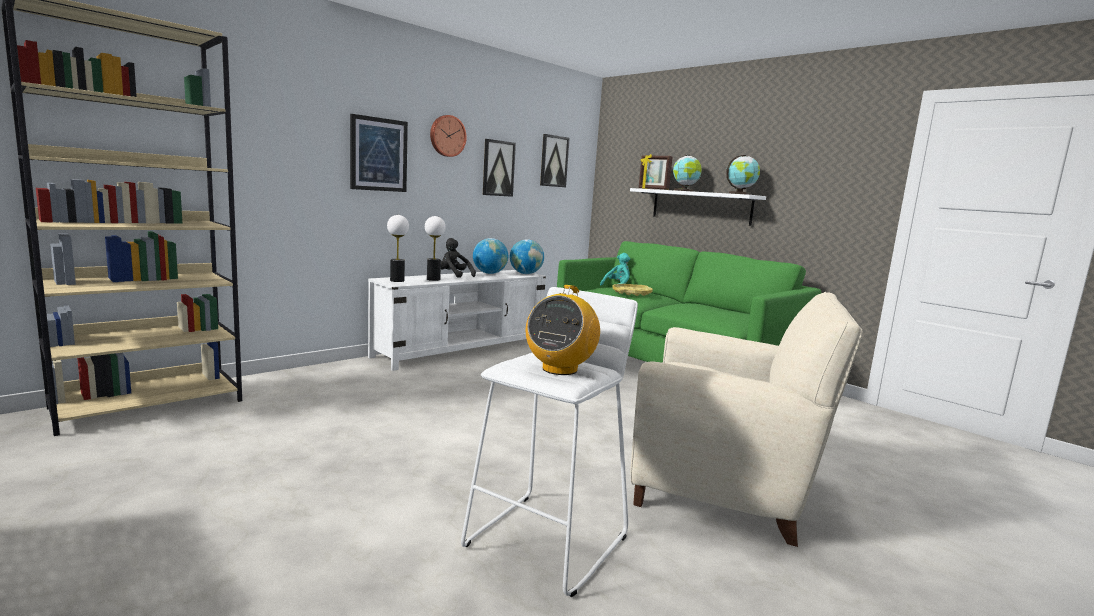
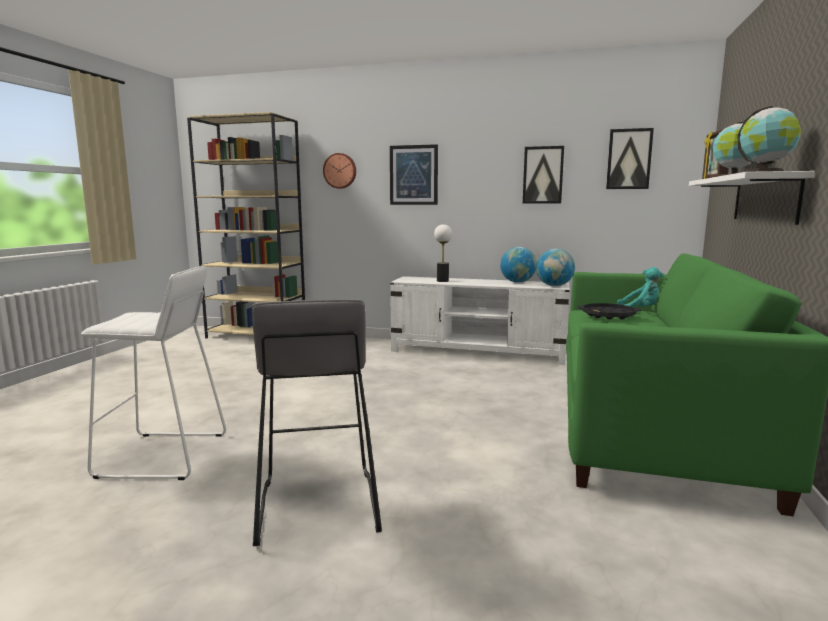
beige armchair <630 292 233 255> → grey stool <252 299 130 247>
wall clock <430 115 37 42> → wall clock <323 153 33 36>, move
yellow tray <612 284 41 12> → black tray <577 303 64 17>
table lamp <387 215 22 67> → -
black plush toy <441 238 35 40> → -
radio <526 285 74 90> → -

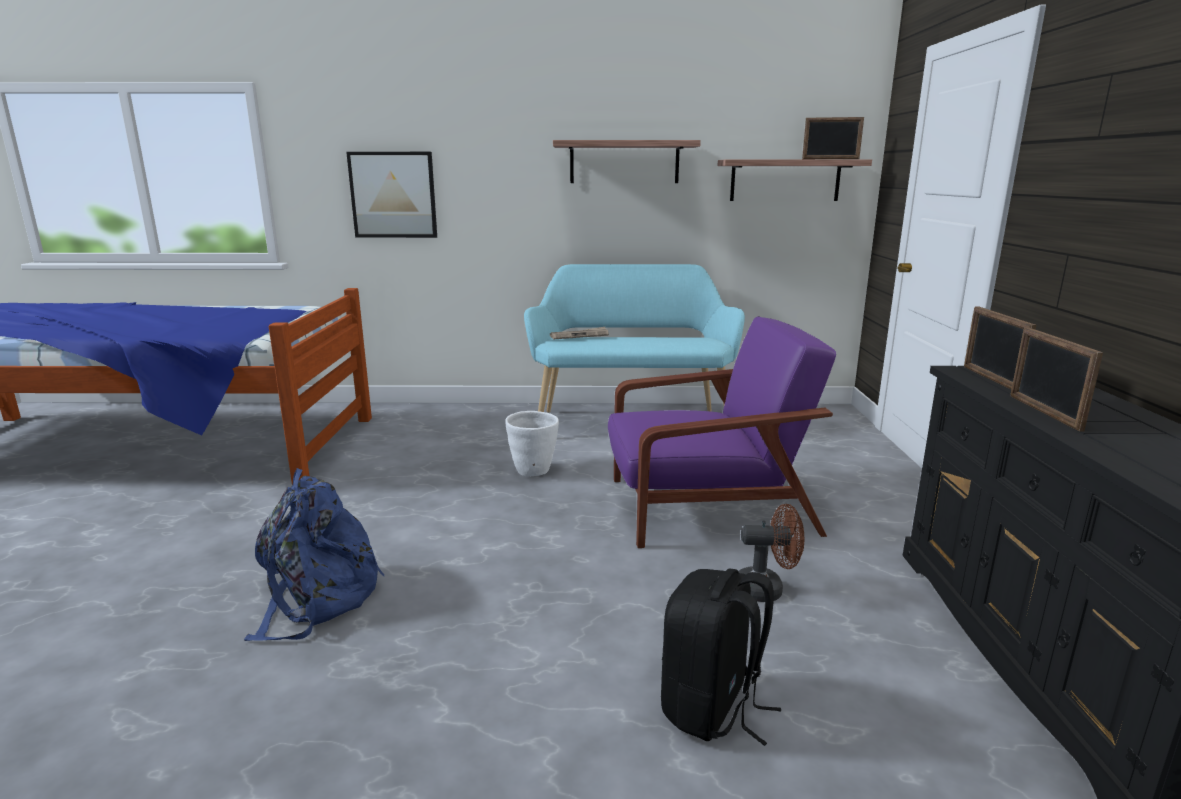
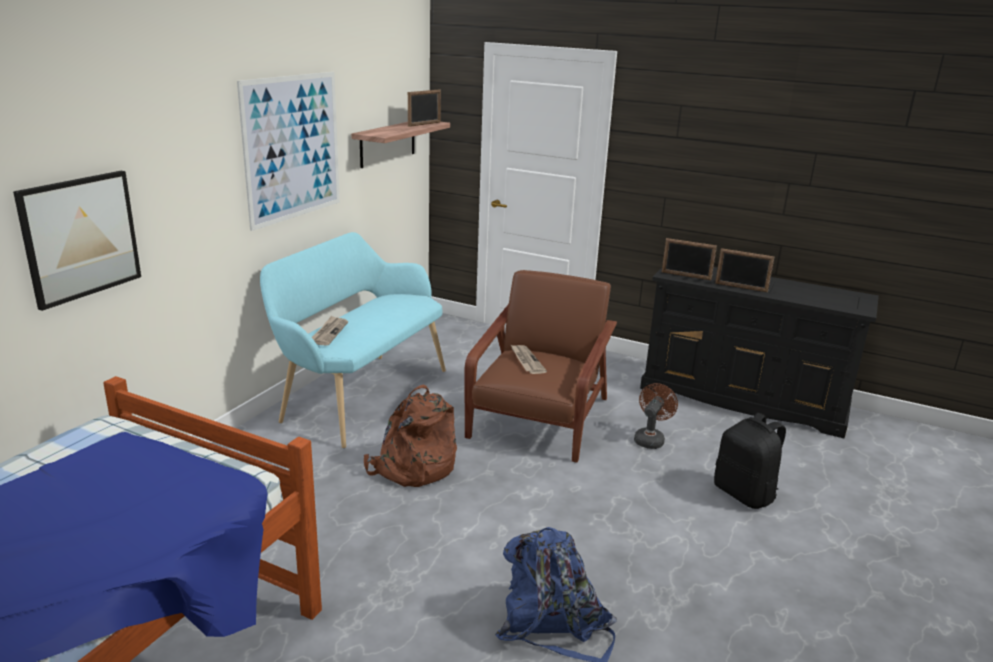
shelf <553 140 148 43> → picture <237 72 103 159>
white planter <505 411 54 65> → brown backpack <364 385 93 102>
purple armchair <608 316 228 232> → brown armchair <465 270 152 192>
- → newspaper <511 345 36 29>

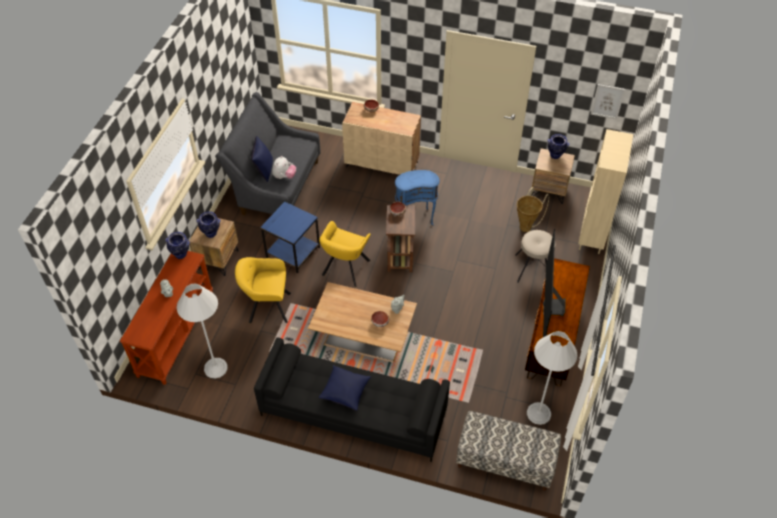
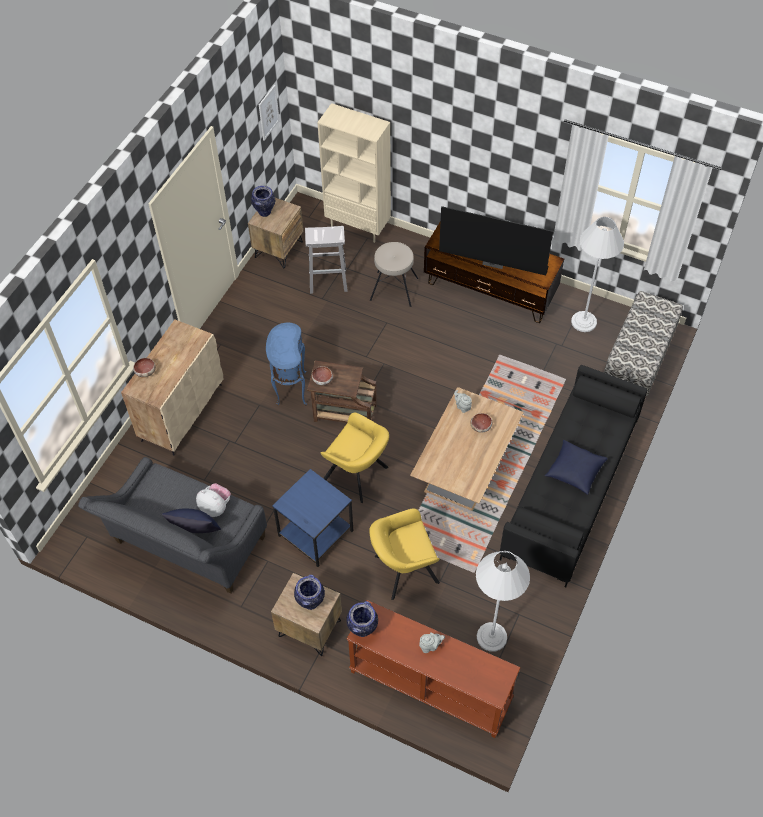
basket <517 187 32 45> → white stool <305 226 43 68>
yellow armchair <235 257 56 66> → yellow armchair <369 509 71 91>, 60 degrees clockwise

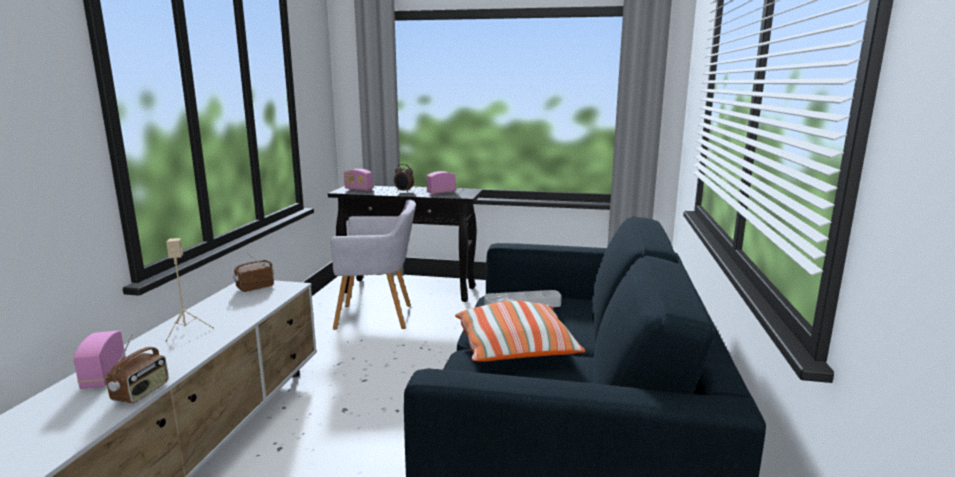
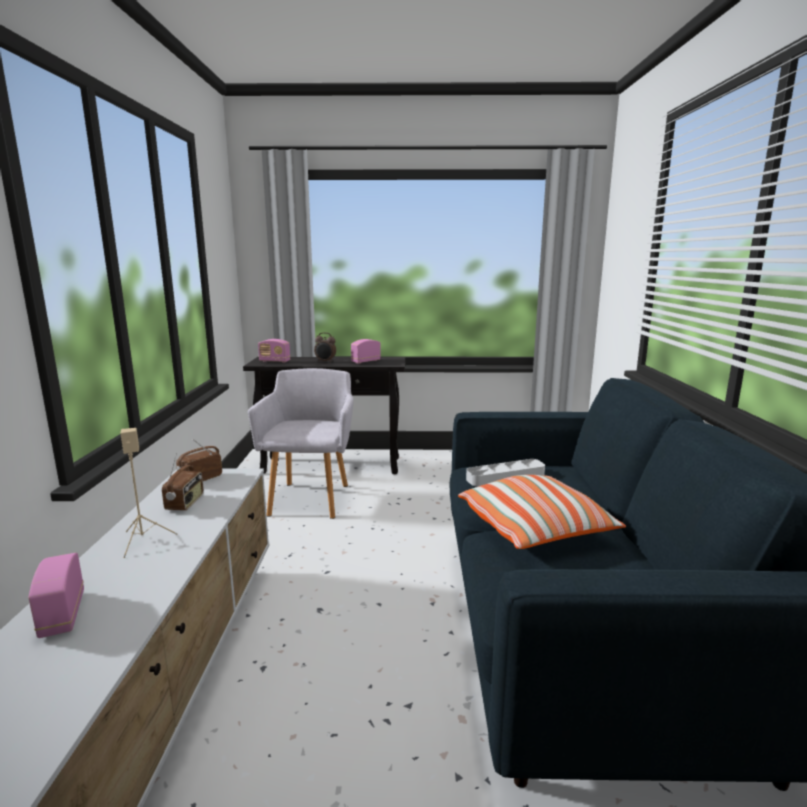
radio <106 334 62 69> → radio <162 453 42 58>, move
grey armchair <331 200 85 130> → grey armchair <248 368 105 151>, 75 degrees counterclockwise

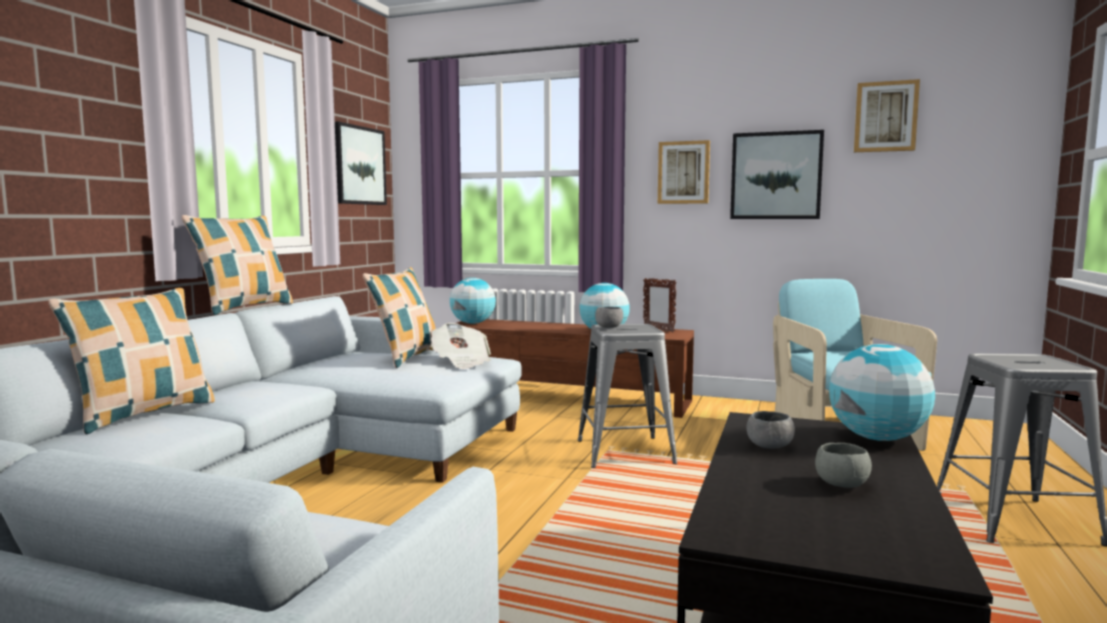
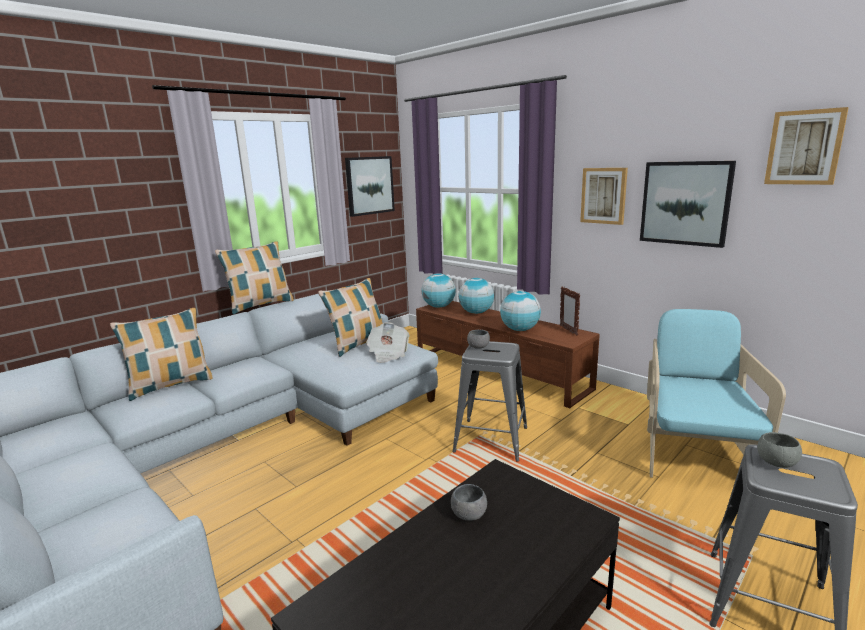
globe <829 344 106 97> → globe <458 278 36 36>, move
grey bowl <815 443 57 45> → grey bowl <757 432 45 36>, move

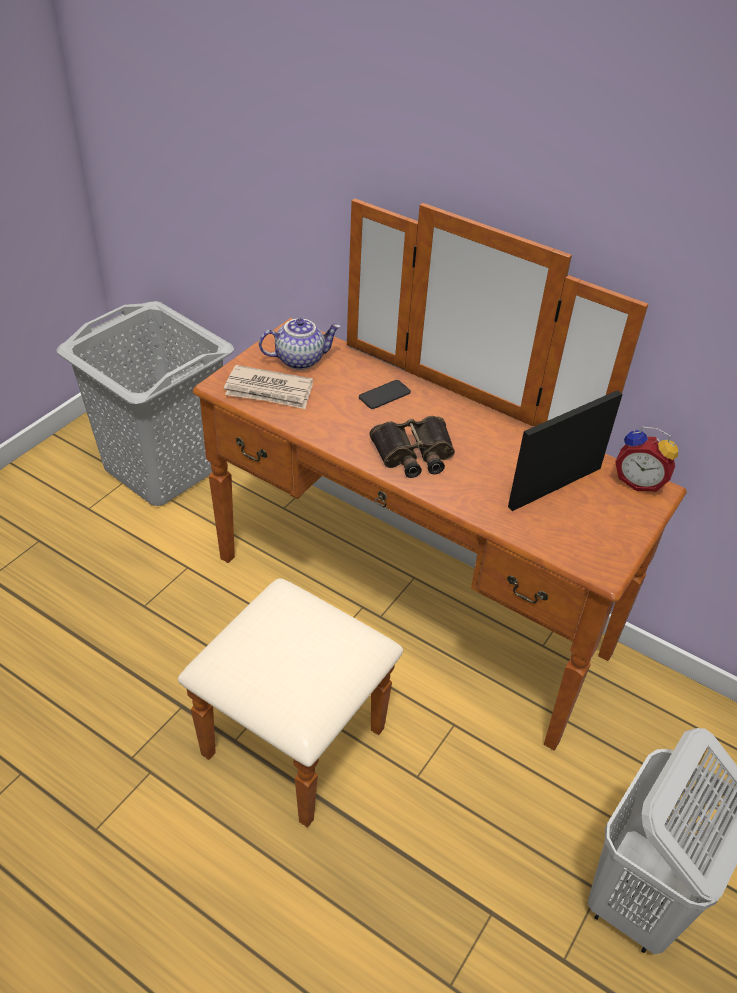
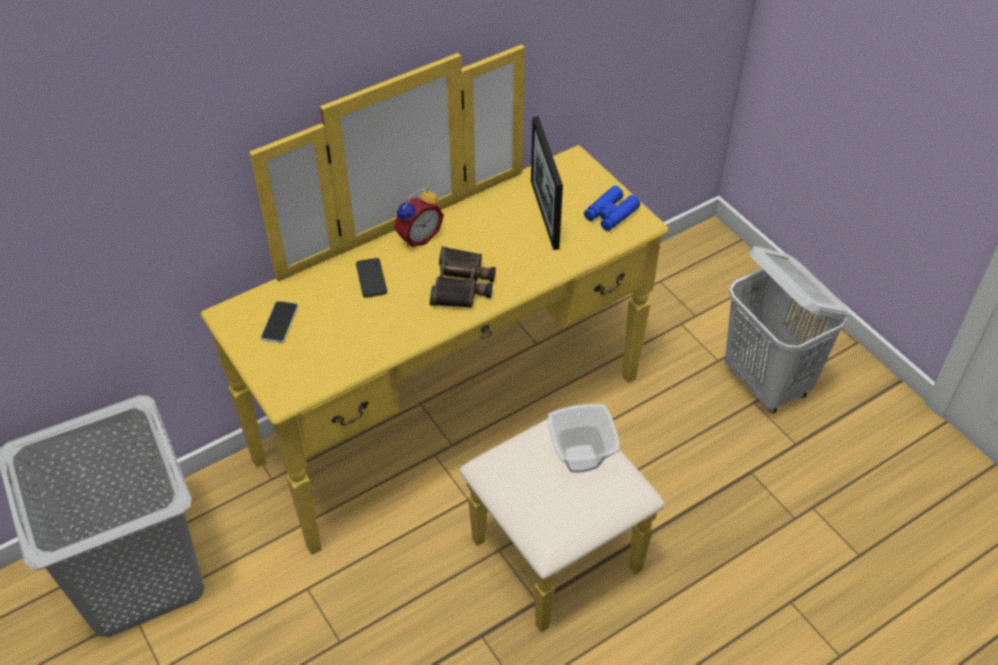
brown dresser <178 199 509 629> → yellow dresser <200 44 468 588>
teapot <259 318 82 52> → phone <261 301 37 42>
alarm clock <615 427 63 64> → alarm clock <394 188 50 59>, move
- → bowl <548 404 71 69>
- → blue binoculars <584 186 56 45>
newspaper <224 365 89 44> → -

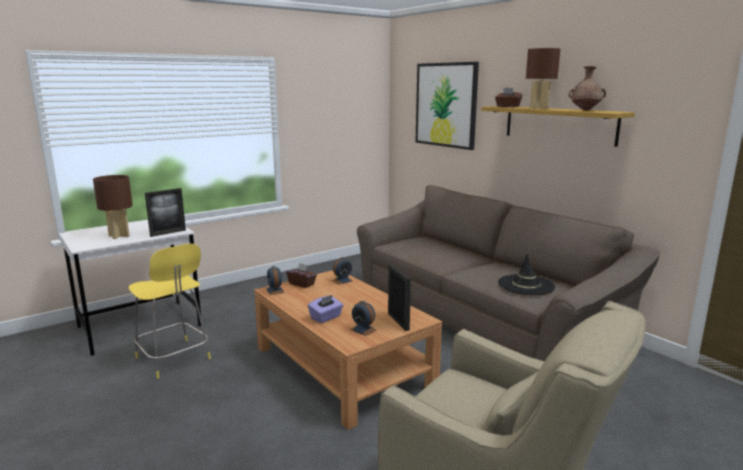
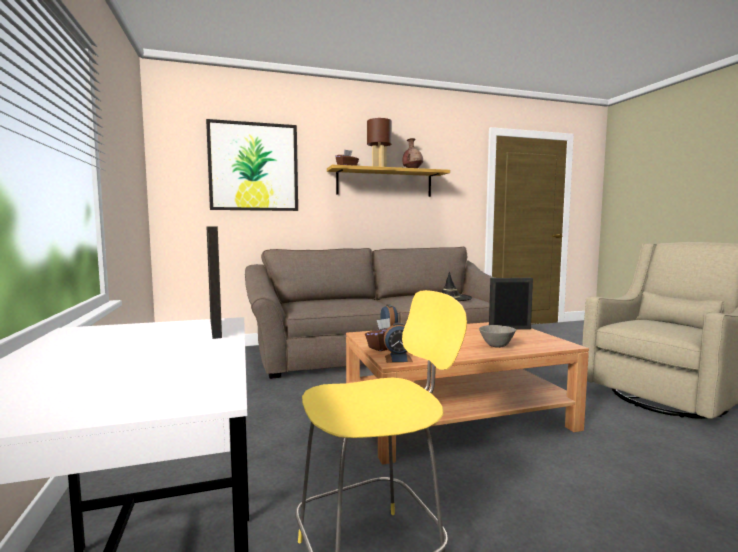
purple tissue box <308 295 35 28> → grey bowl <479 325 37 23>
brown table lamp <93 175 40 64> → -
alarm clock <350 301 27 35> → -

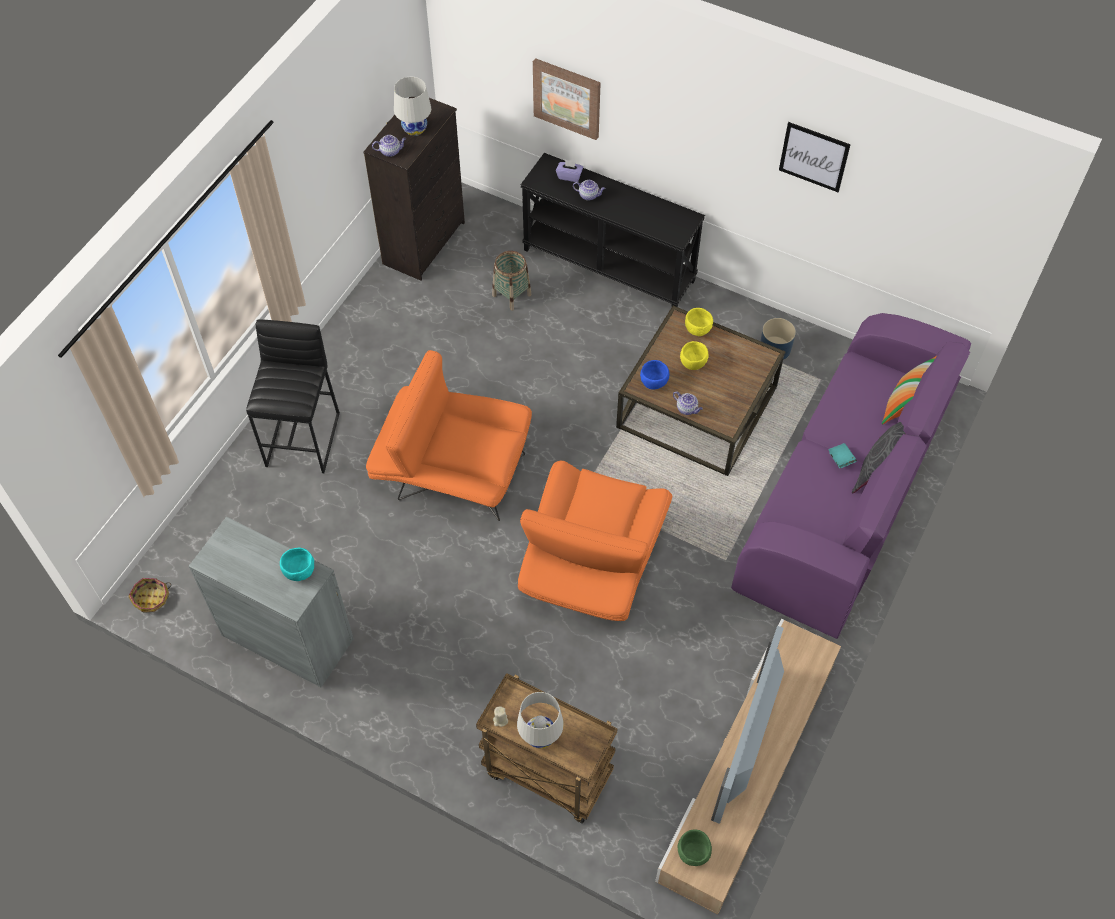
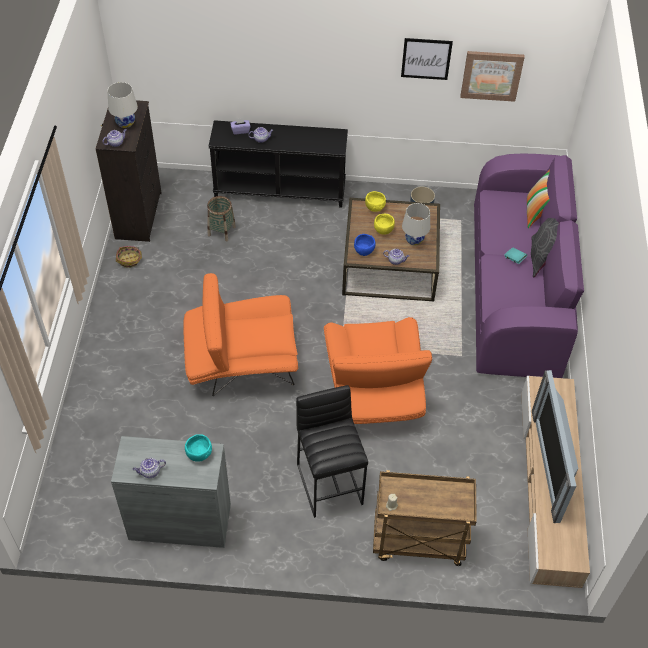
basket <129 578 42 35> → basket <116 246 26 22>, move
- → teapot <133 458 33 20>
black stool <246 319 94 154> → black stool <296 385 72 133>, move
white table lamp <517 692 47 56> → white table lamp <402 203 28 42>, move
picture <533 58 68 82> → picture <461 51 64 51>, move
green bowl <678 830 34 36> → -

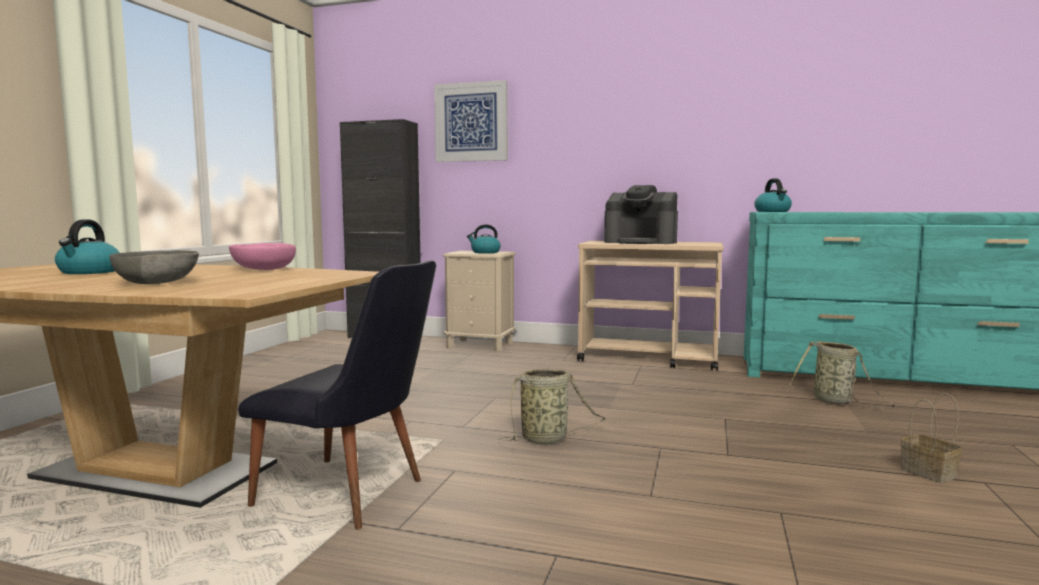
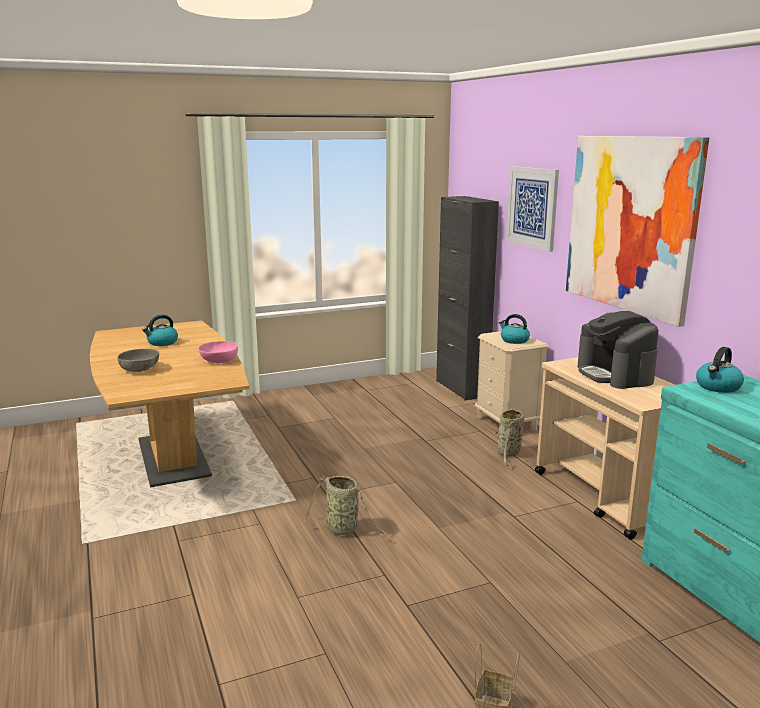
basket <789 341 106 67> → basket <494 408 30 59>, move
- → picture <566 136 143 191>
black chair <238 260 198 269> → -

